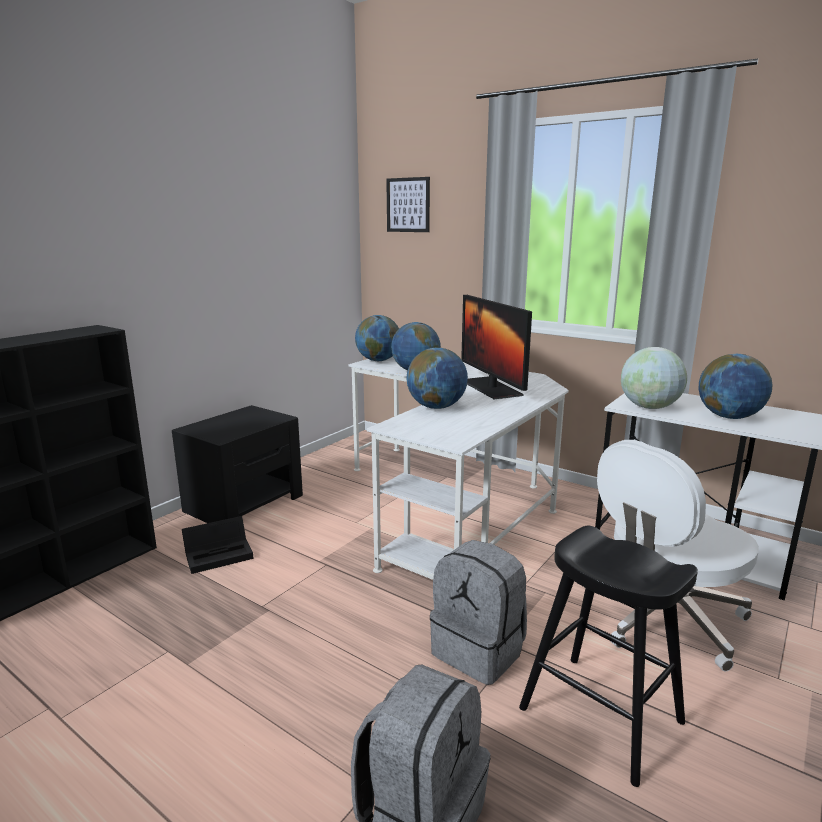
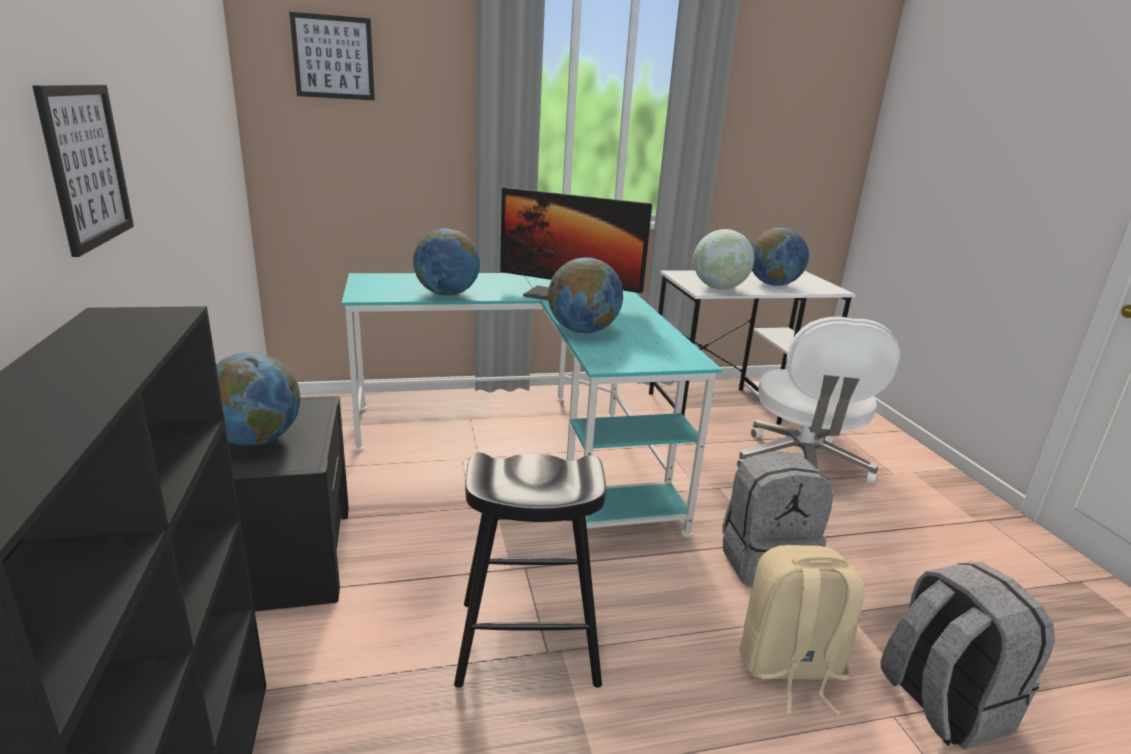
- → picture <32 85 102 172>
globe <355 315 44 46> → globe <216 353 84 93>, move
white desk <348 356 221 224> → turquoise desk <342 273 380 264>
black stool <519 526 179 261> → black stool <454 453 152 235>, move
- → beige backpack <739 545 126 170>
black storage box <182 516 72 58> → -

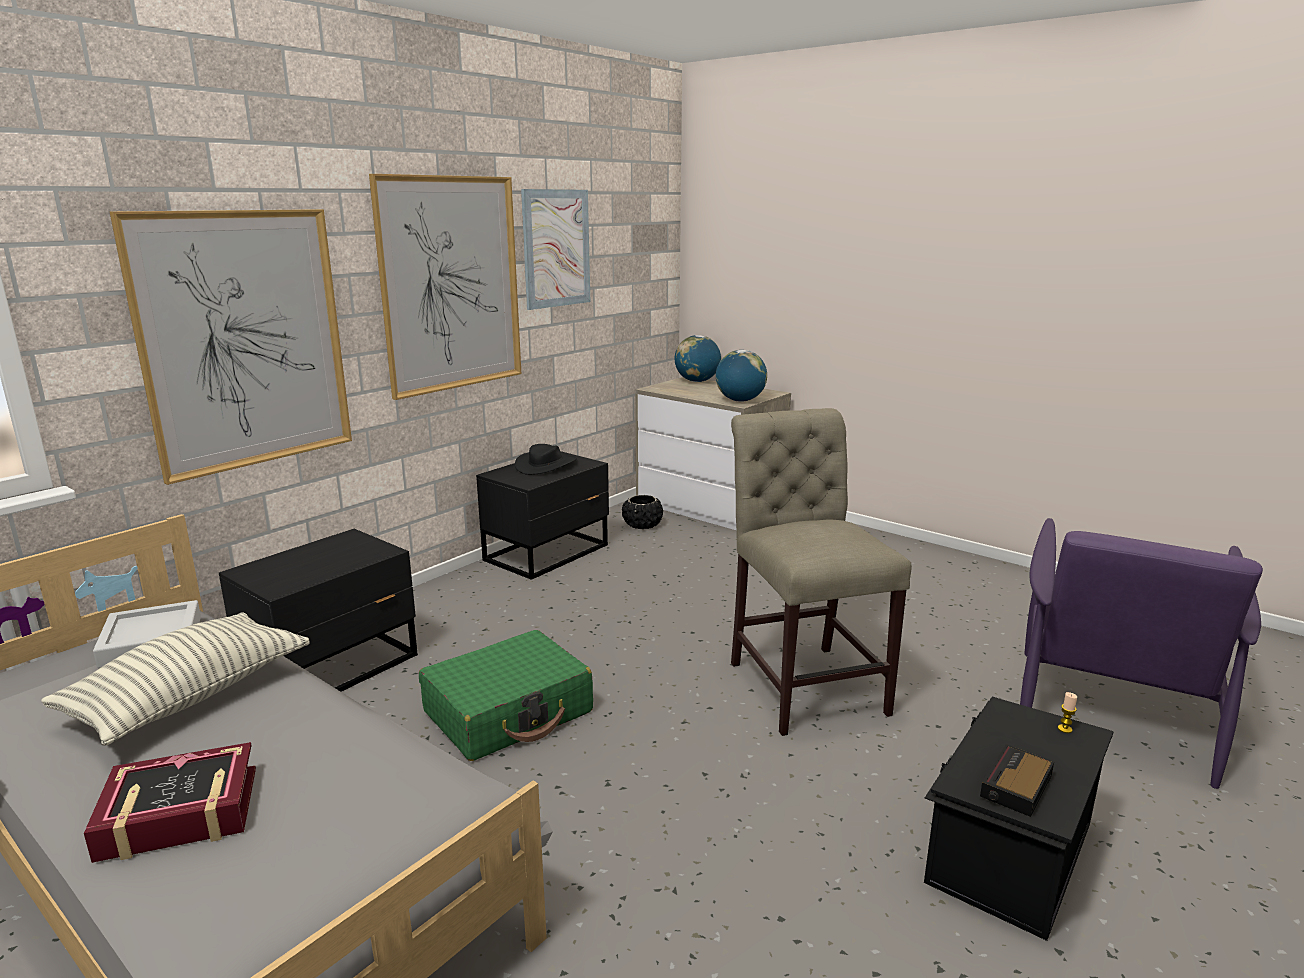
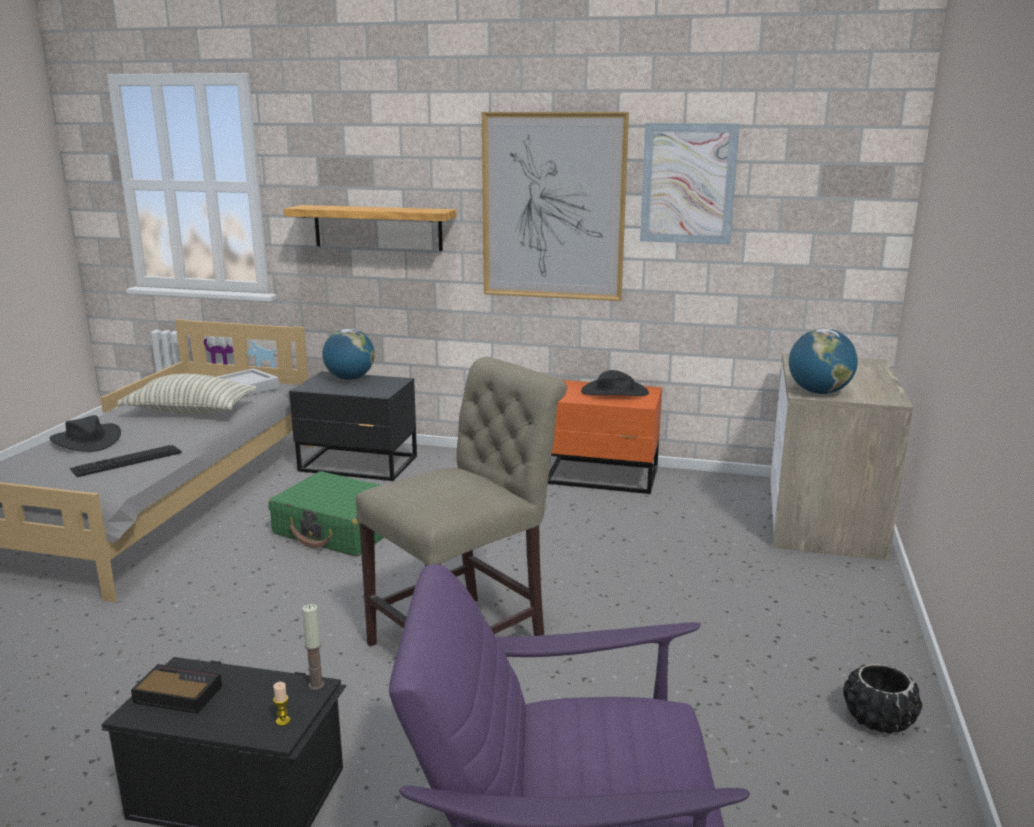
book <84 742 172 121> → black hat <50 415 71 37>
- → keyboard <70 445 112 32>
picture <109 209 243 276> → shelf <284 205 173 46>
- → candle <302 604 22 86>
globe <675 335 46 47> → globe <322 328 53 52>, move
black nightstand <476 451 133 129> → orange nightstand <548 380 114 114>
black planter <622 495 41 34> → black planter <843 664 79 70>, move

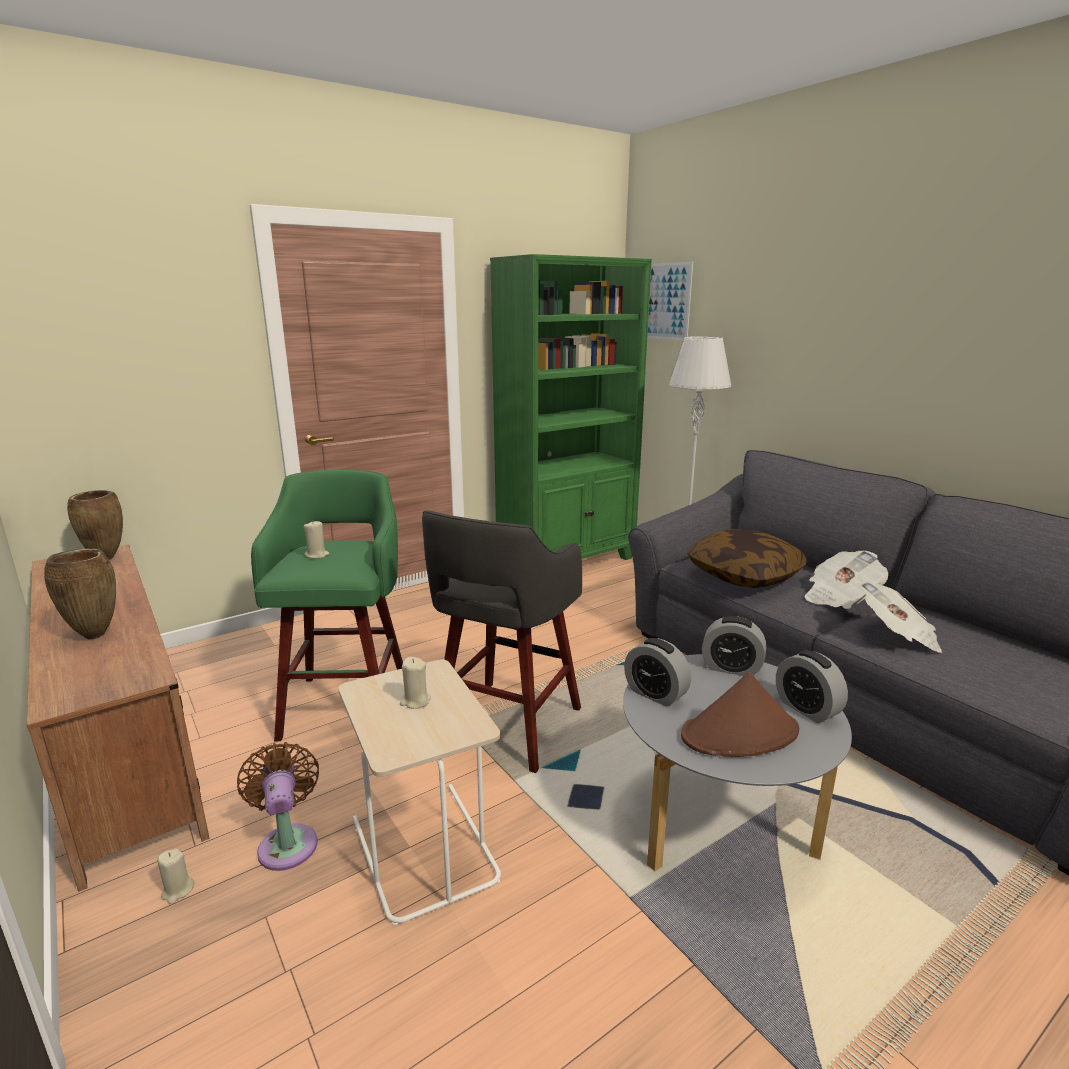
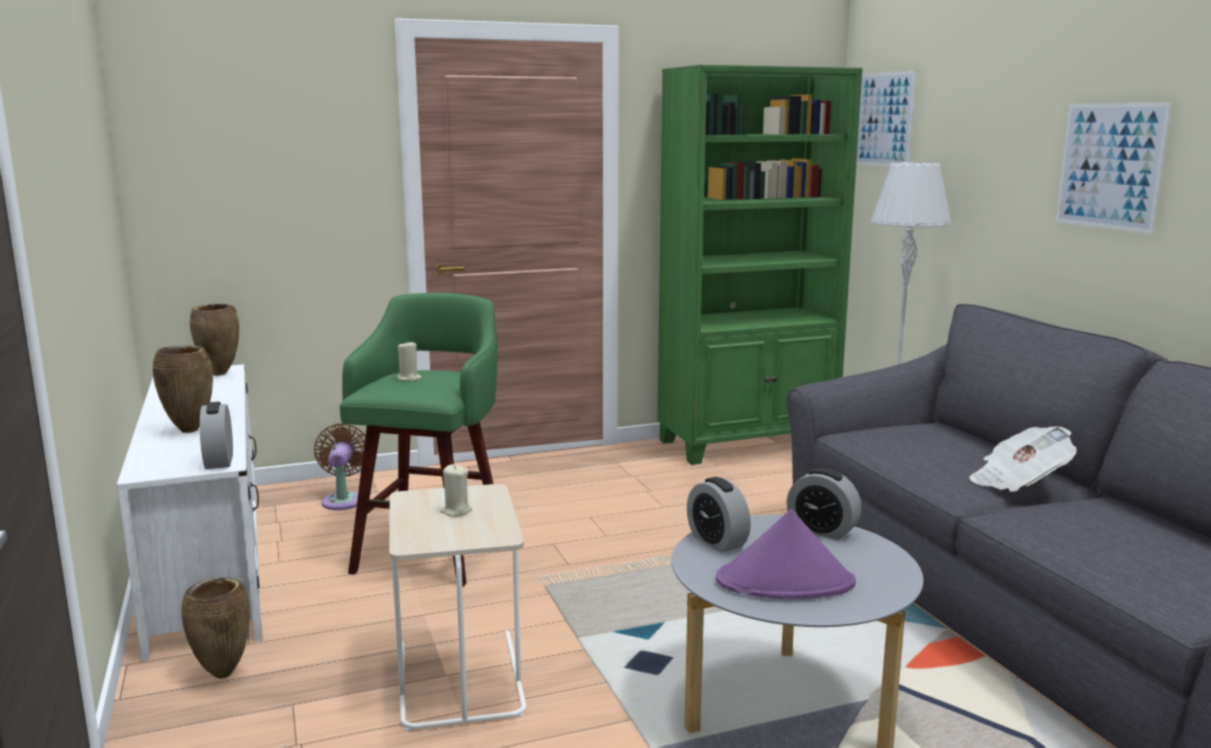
brown tv stand <27 545 183 347> → white tv stand <117 364 146 297>
beige candle <157 848 37 56> → brown vase <181 578 69 101>
alarm clock <776 650 72 73> → alarm clock <200 402 33 67>, move
brown fan <237 742 82 129> → brown fan <314 423 51 87>, move
brown hat <681 672 118 85> → purple hat <716 509 140 90>
- → picture <1055 102 117 132>
grey stool <422 510 160 263> → -
pillow <687 529 121 59> → -
newspaper <860 581 82 72> → -

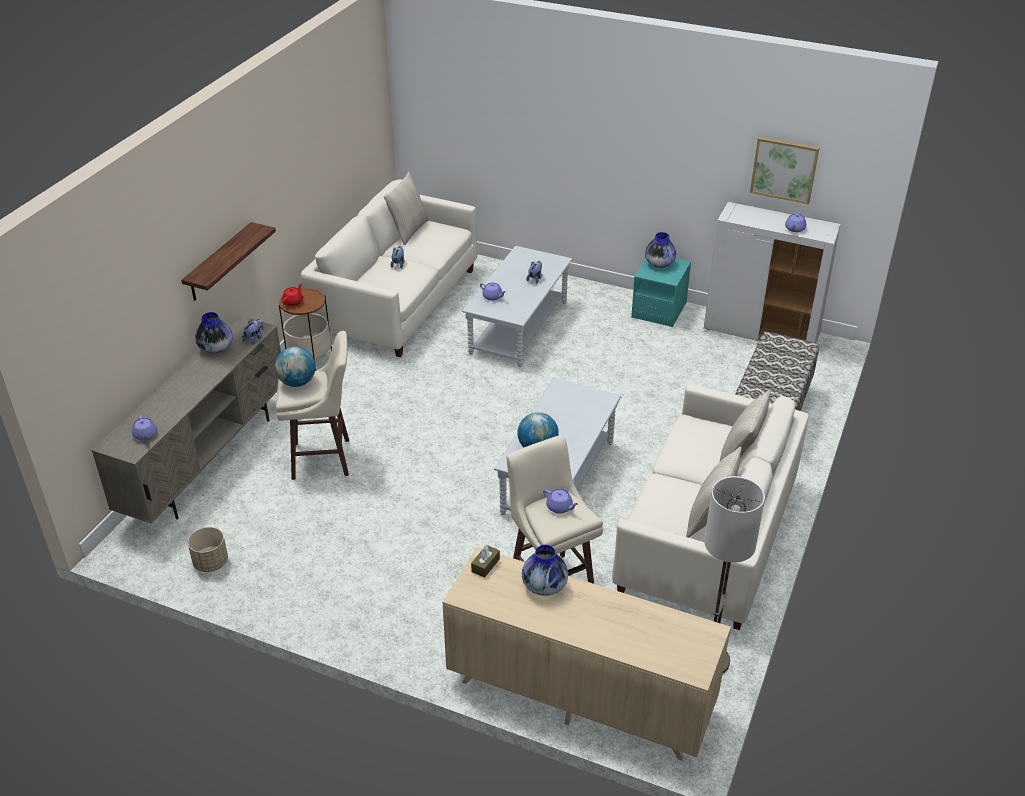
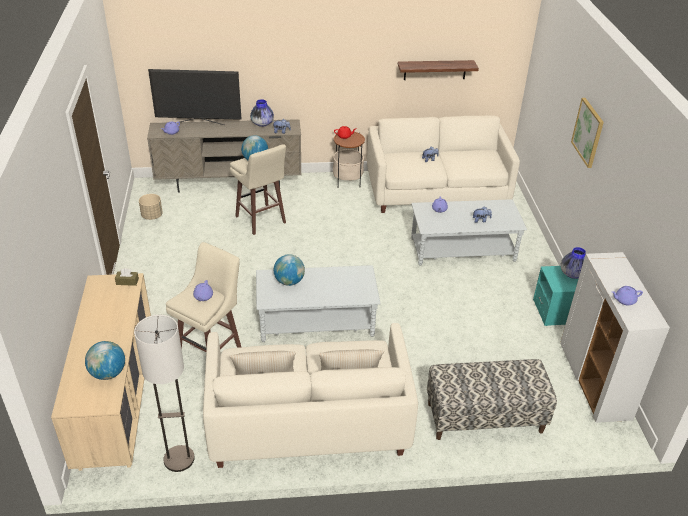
- → globe <85 341 40 39>
- → television <148 69 94 56>
shelf <181 222 95 79> → shelf <398 60 81 20>, move
picture <750 137 69 67> → picture <571 98 33 70>, move
beige pillow <384 172 45 73> → -
vase <522 545 46 51> → -

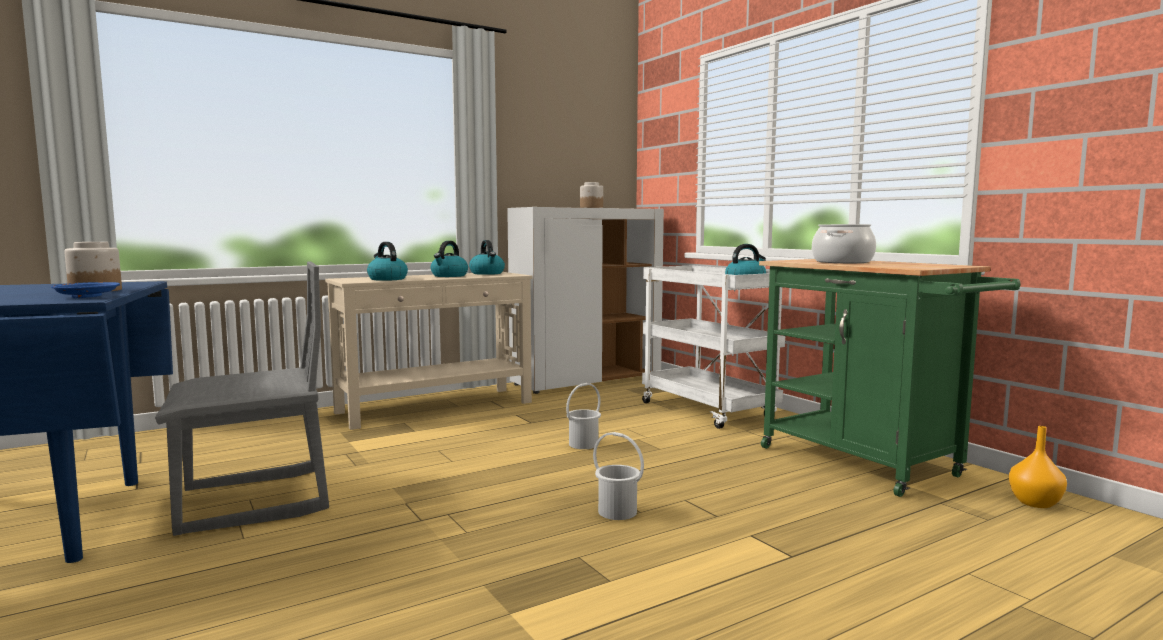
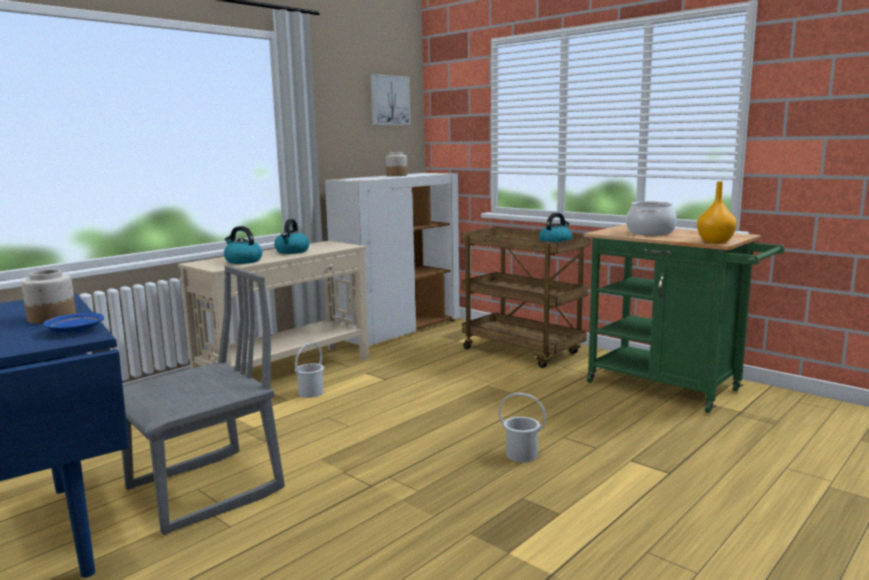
white bucket <566 383 35 66> → white bucket <295 342 29 56>, move
- → picture <370 74 40 51>
white cart <642 265 143 164> → brown cart <461 227 129 141>
orange vase <1009 426 58 82> → orange vase <697 181 40 62>, move
kettle <469 240 36 35> → -

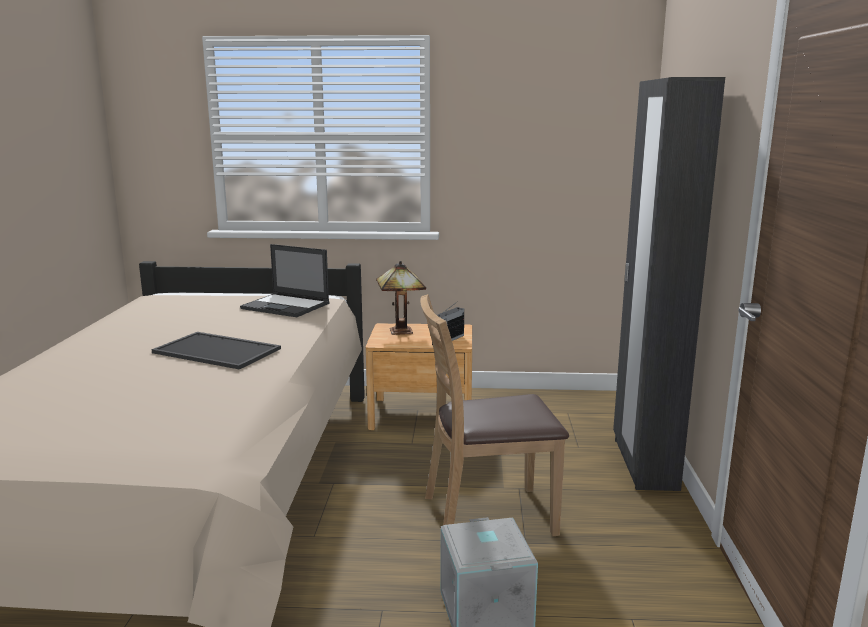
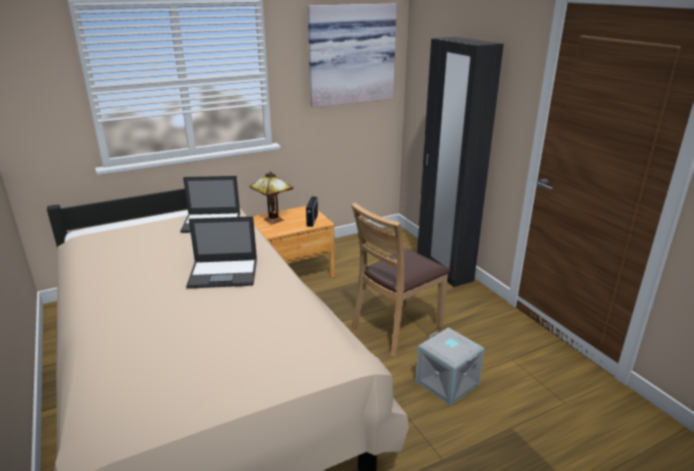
tray <152 332 129 38> → laptop <186 216 71 73>
- → picture <308 3 89 105>

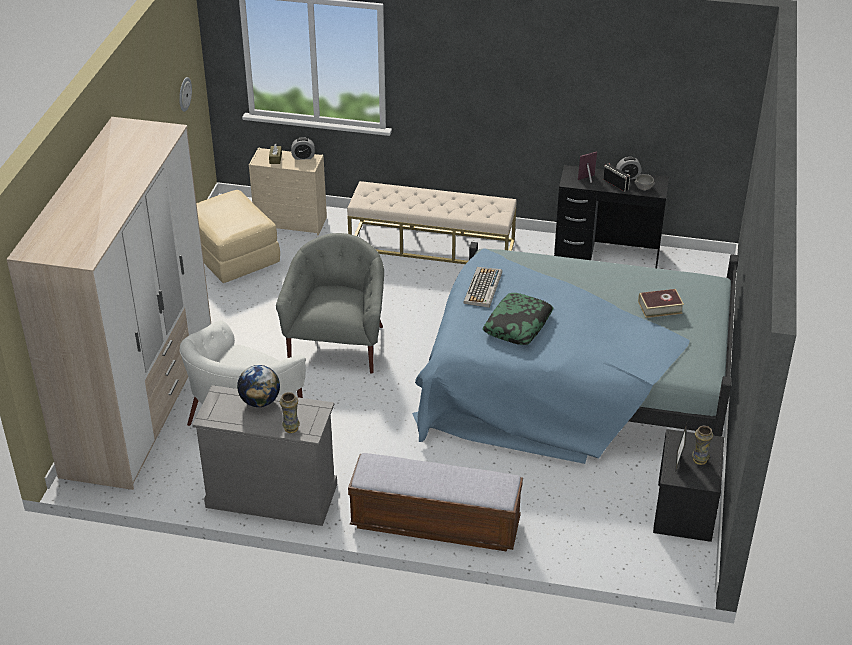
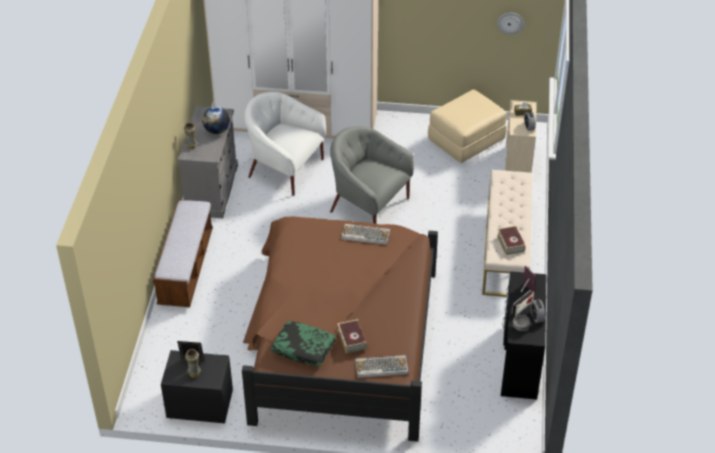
blue bed <412 242 326 222> → brown bed <242 216 196 226>
pillow <483 293 70 52> → pillow <271 321 65 45>, move
grey armchair <276 233 108 141> → grey armchair <330 126 84 98>, 150 degrees counterclockwise
- → keyboard <355 355 53 23>
- → book <497 226 29 29>

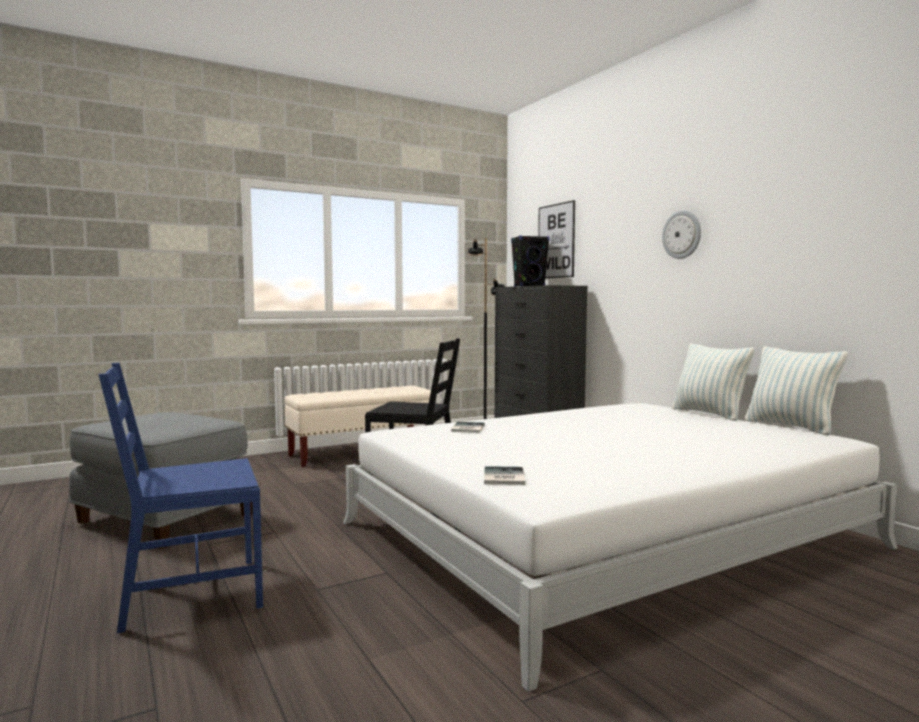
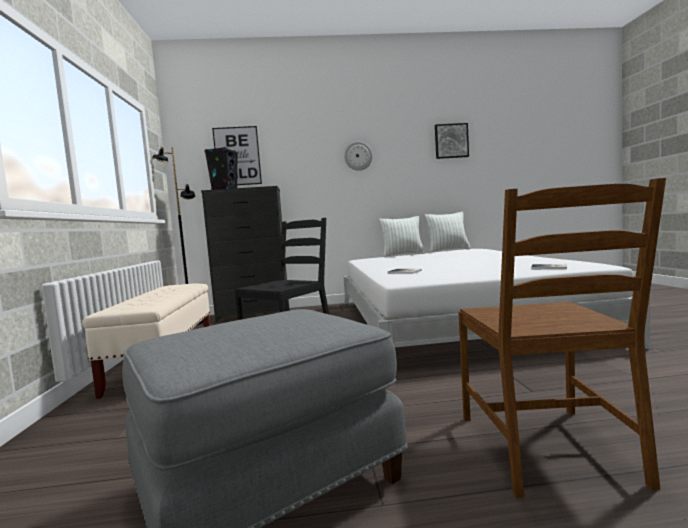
- → picture <435 123 34 36>
blue chair <98 363 165 270> → brown chair <458 178 208 320>

